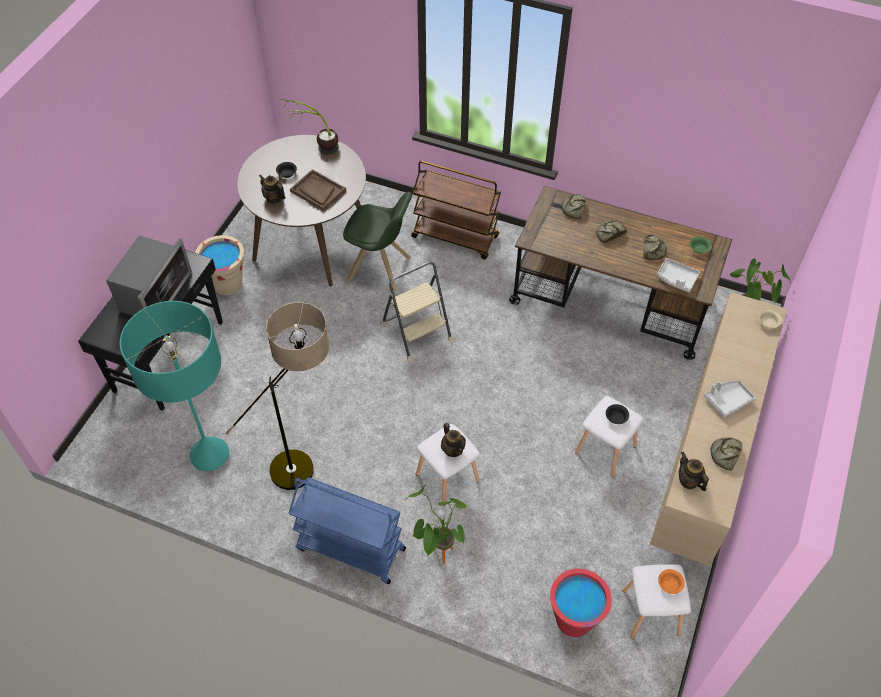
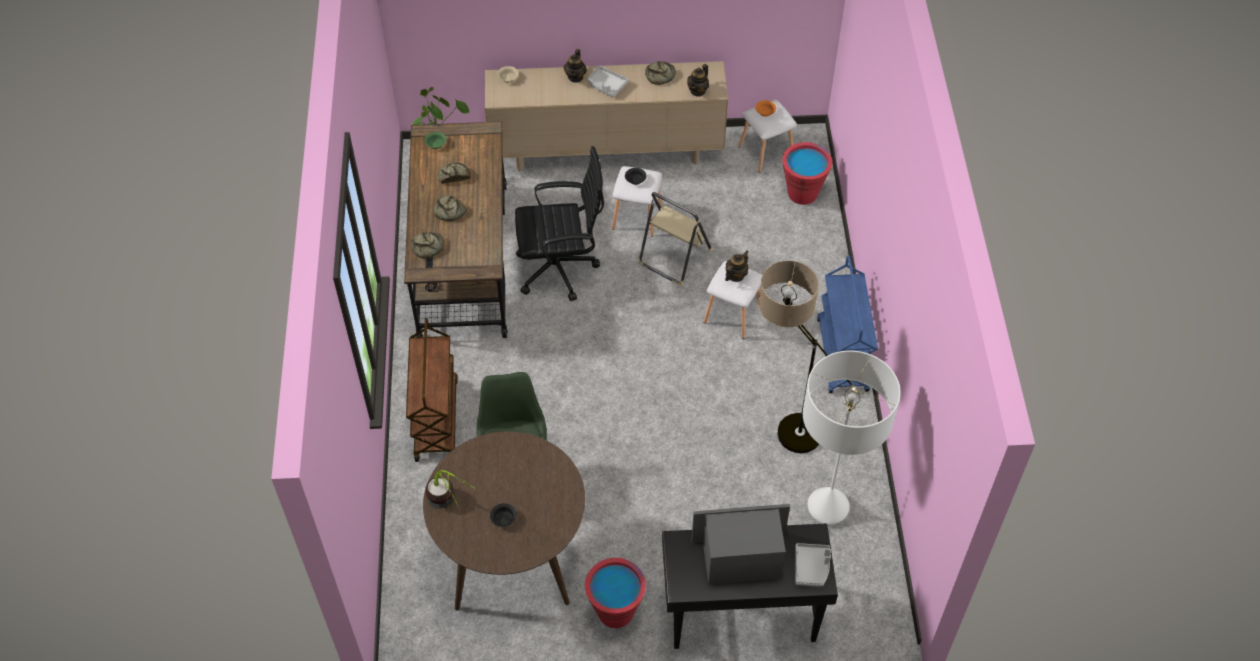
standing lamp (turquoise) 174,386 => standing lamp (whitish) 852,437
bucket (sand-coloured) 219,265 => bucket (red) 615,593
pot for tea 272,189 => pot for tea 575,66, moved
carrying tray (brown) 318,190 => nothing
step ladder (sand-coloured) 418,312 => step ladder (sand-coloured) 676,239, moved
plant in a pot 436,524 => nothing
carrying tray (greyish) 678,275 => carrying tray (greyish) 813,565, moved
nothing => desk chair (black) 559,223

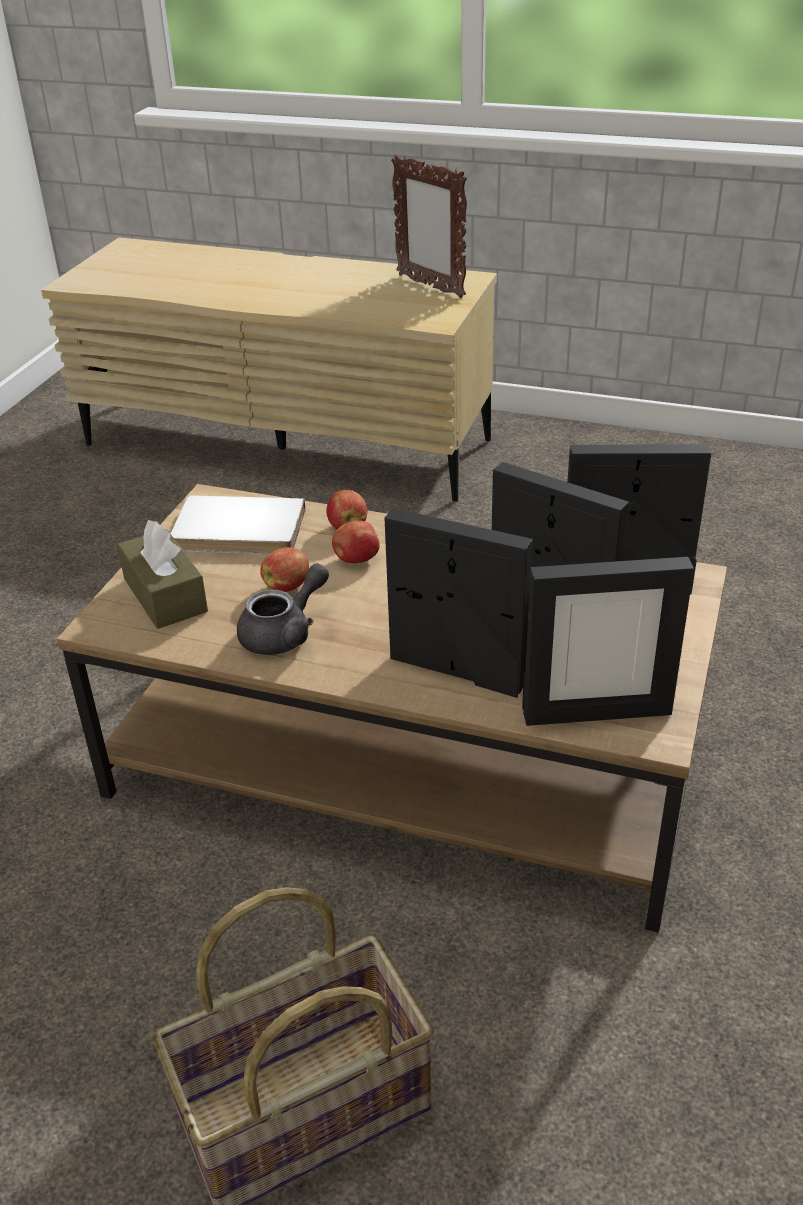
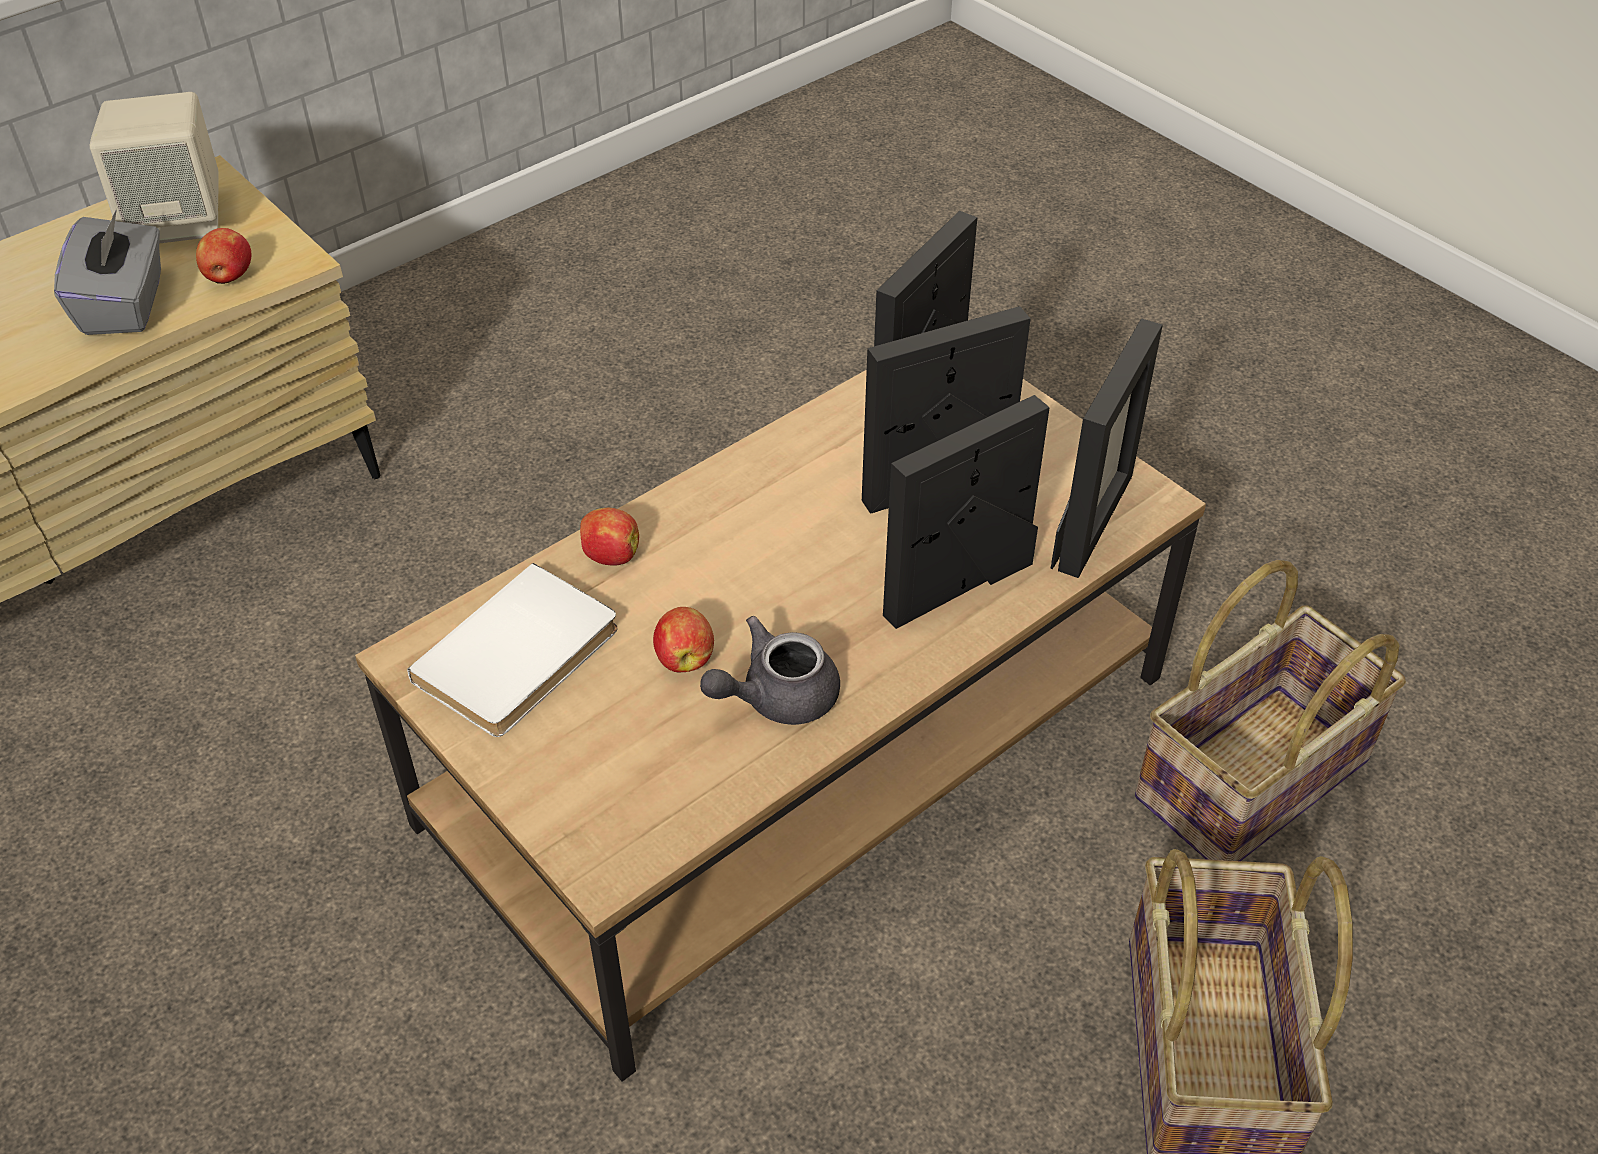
tissue box (brown) 162,574 => nothing
pot for tea (greyish) 283,609 => pot for tea (greyish) 770,670, 105 degrees counterclockwise
apple fruit 356,542 => apple fruit 224,256, moved
picture frame 429,226 => speaker (sand-coloured) 154,167
nothing => tissue box (greyish) 107,272
nothing => basket 1270,710

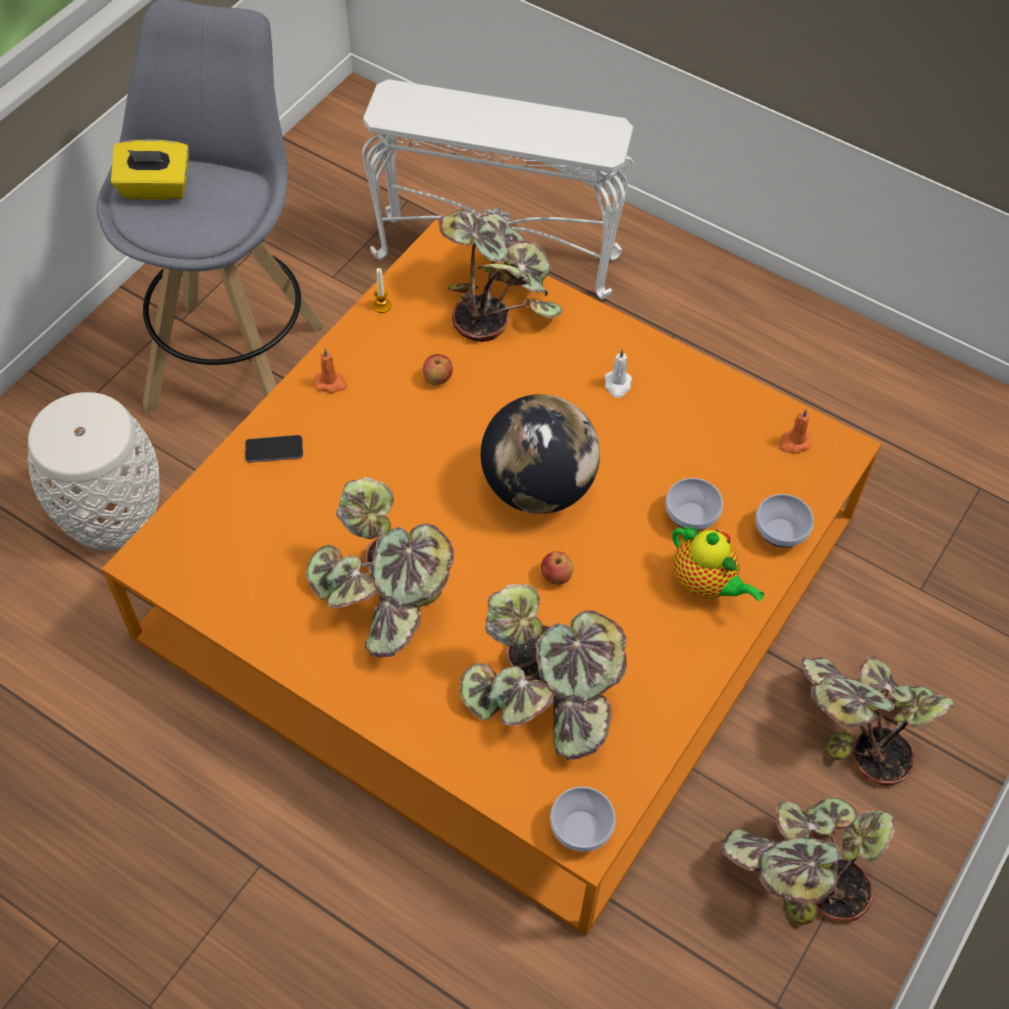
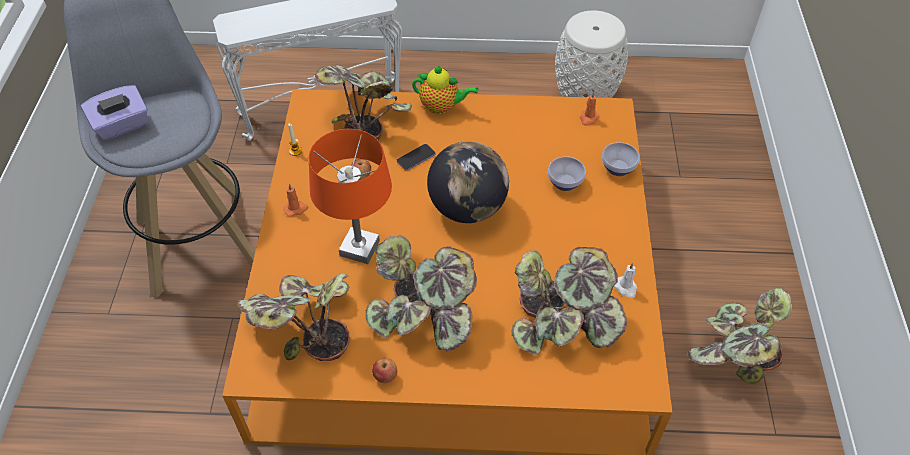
stool (whitish) 93,471 => stool (whitish) 591,54, moved
tissue box (yellowish) 150,169 => tissue box (purplish) 114,112
telephone 274,449 => telephone 416,157, moved
apple fruit 557,568 => apple fruit 385,370, moved
serving bowl 583,819 => nothing
candle (whitish) 618,373 => candle (whitish) 625,280, moved
pot for tea 718,563 => pot for tea 445,90, moved
plant in a pot 878,721 => plant in a pot 293,317, moved
nothing => tabletop lamp (orangey) 350,196

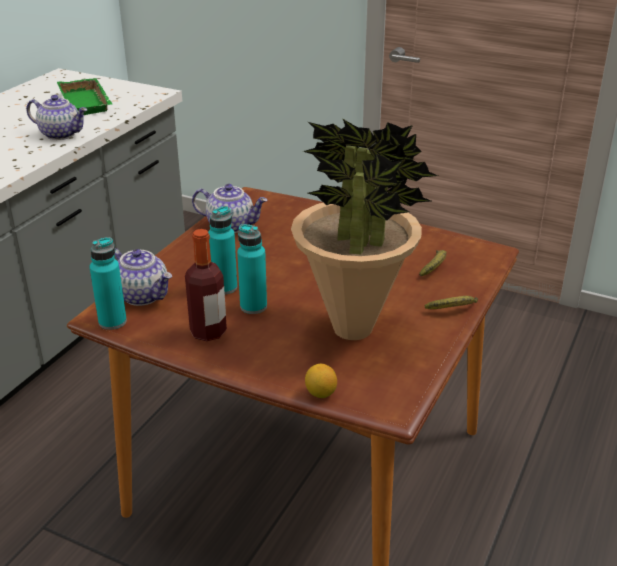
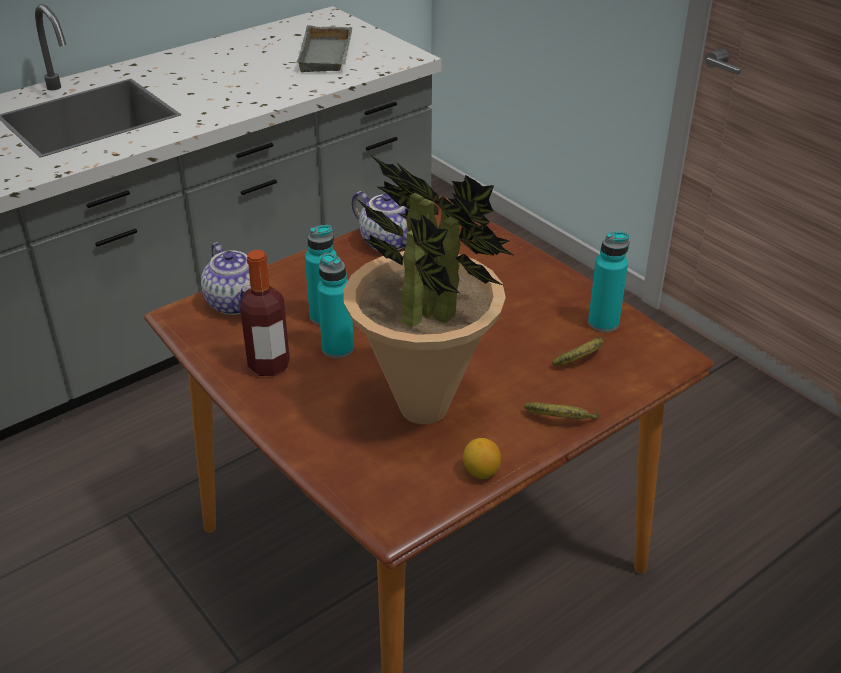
pot for tea 56,117 => nothing
carrying tray (green) 84,96 => carrying tray (greyish) 324,48
beverage bottle (turquoise) 108,283 => beverage bottle (turquoise) 608,282, moved
citrus fruit 321,381 => citrus fruit 482,458, moved

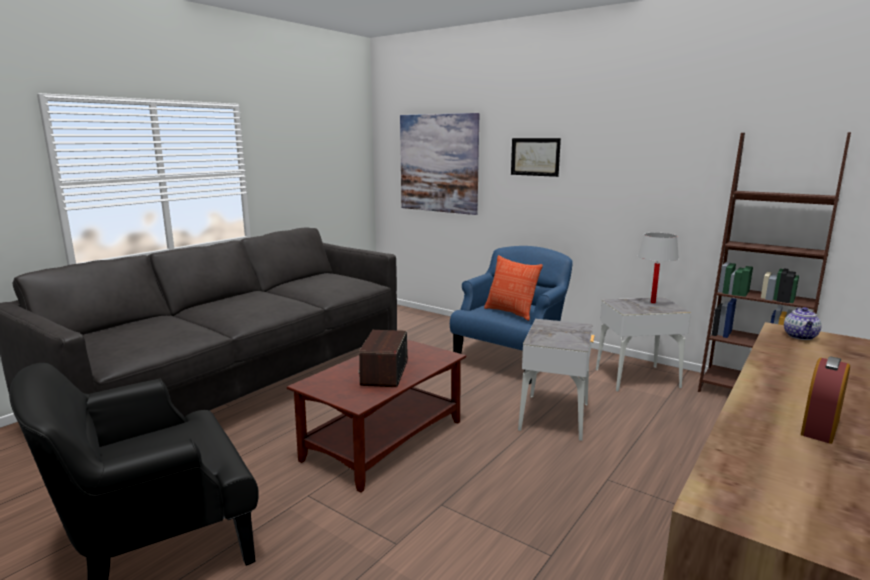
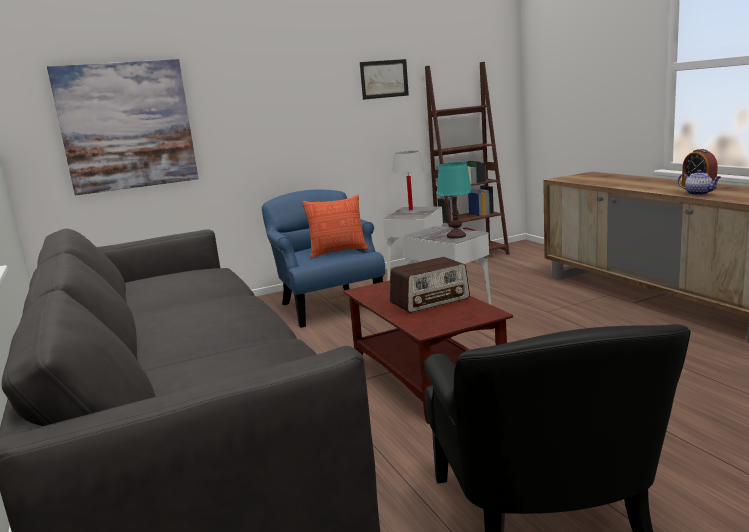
radio set 383,358 => radio set 430,285, 60 degrees counterclockwise
wall art 536,157 => wall art 384,79, moved
pot for tea 803,323 => pot for tea 699,182, moved
nothing => tabletop lamp (turquoise) 454,200

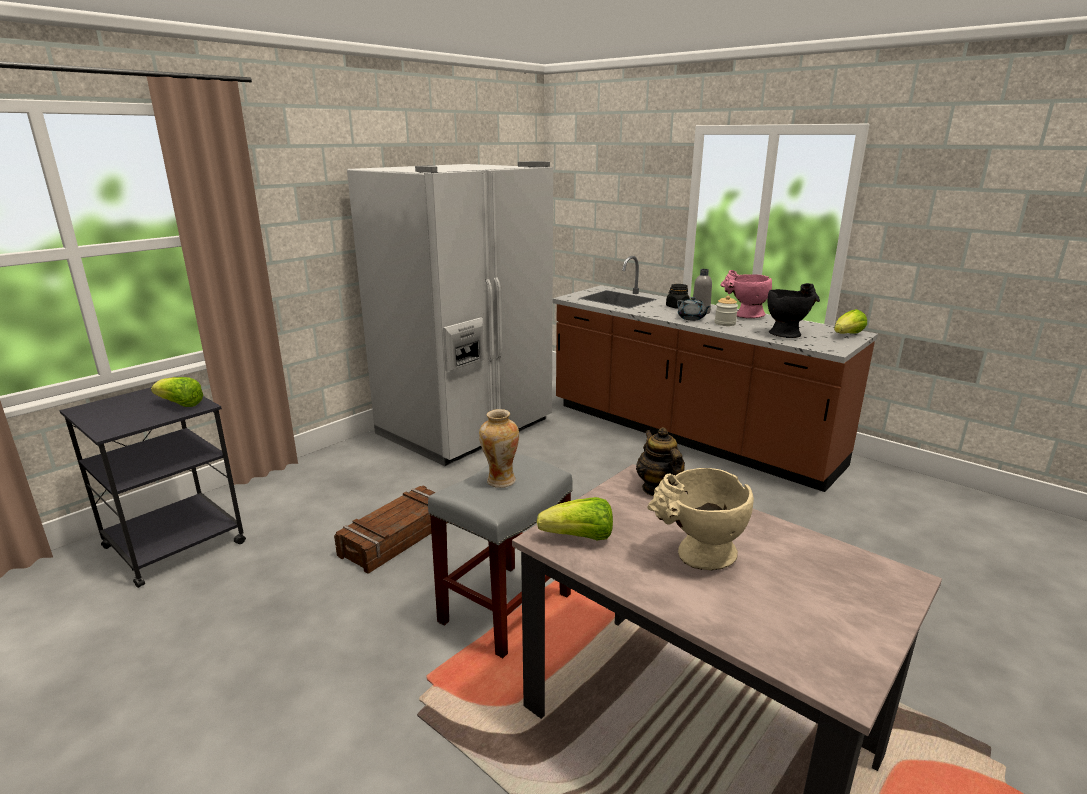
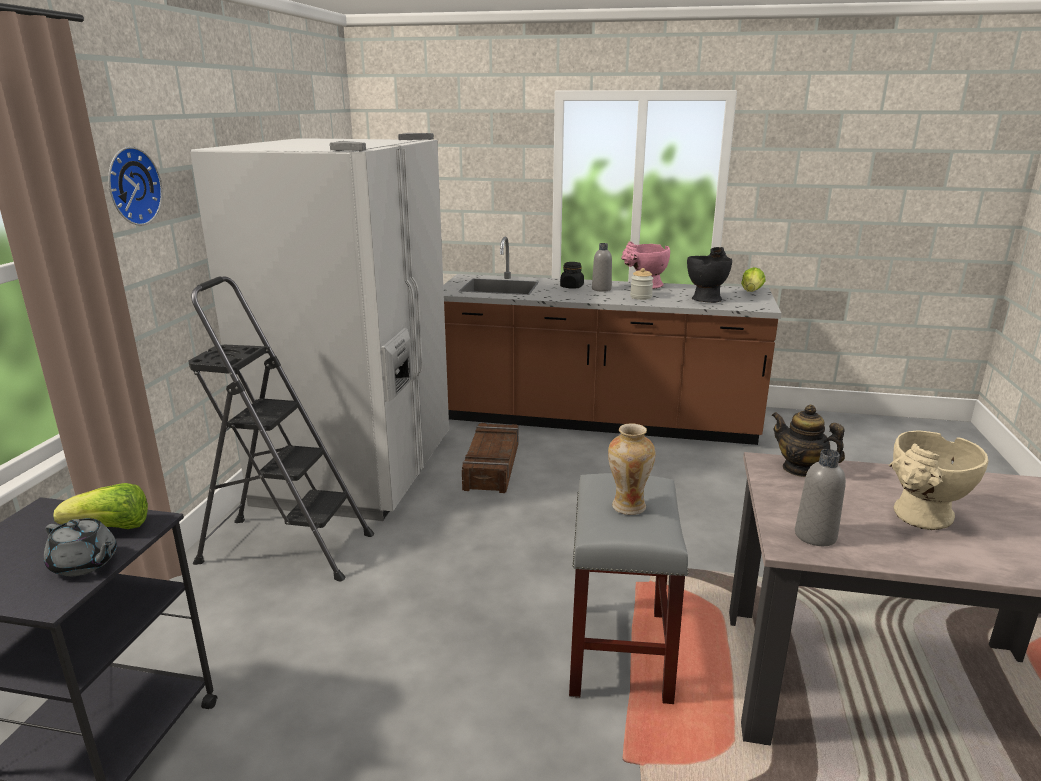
crate 391,530 => crate 490,458, moved
lettuce head 575,518 => beverage bottle (greyish) 820,497
pot for tea (greyish) 694,308 => pot for tea (greyish) 80,547, moved
nothing => clock on the wall 135,186
nothing => step ladder 281,428

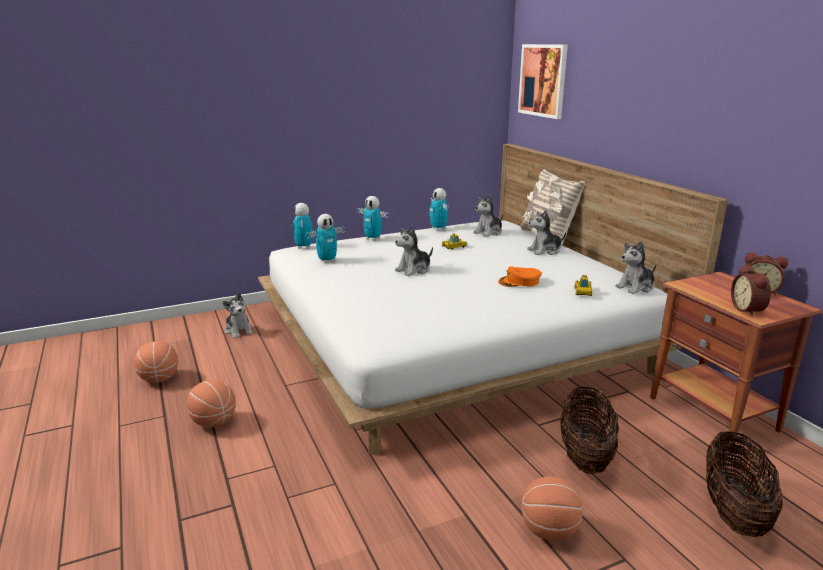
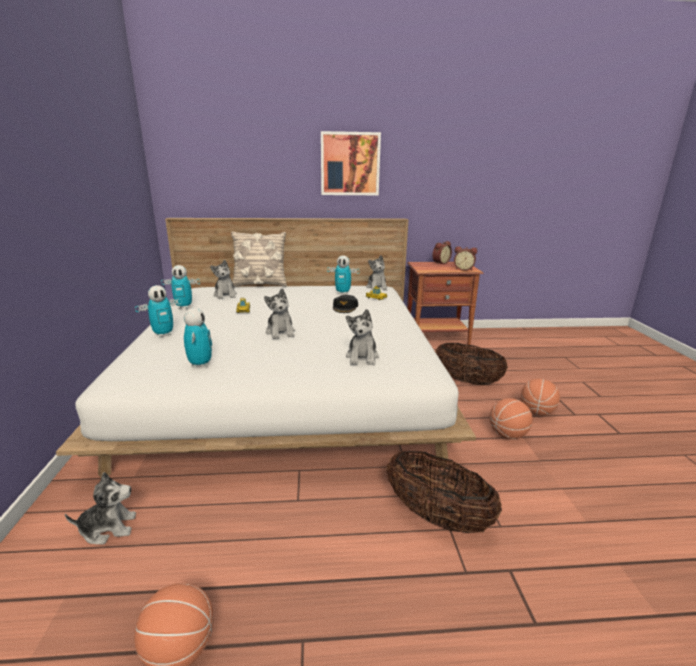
basketball ball 211,403 => basketball ball 511,418, moved
model robot 303,226 => model robot 343,275, moved
baseball cap (orangey) 520,276 => baseball cap (black) 345,304
wall art 543,81 => wall art 351,163, moved
soft toy 546,232 => soft toy 362,337, moved
basket 744,484 => basket 444,491, moved

